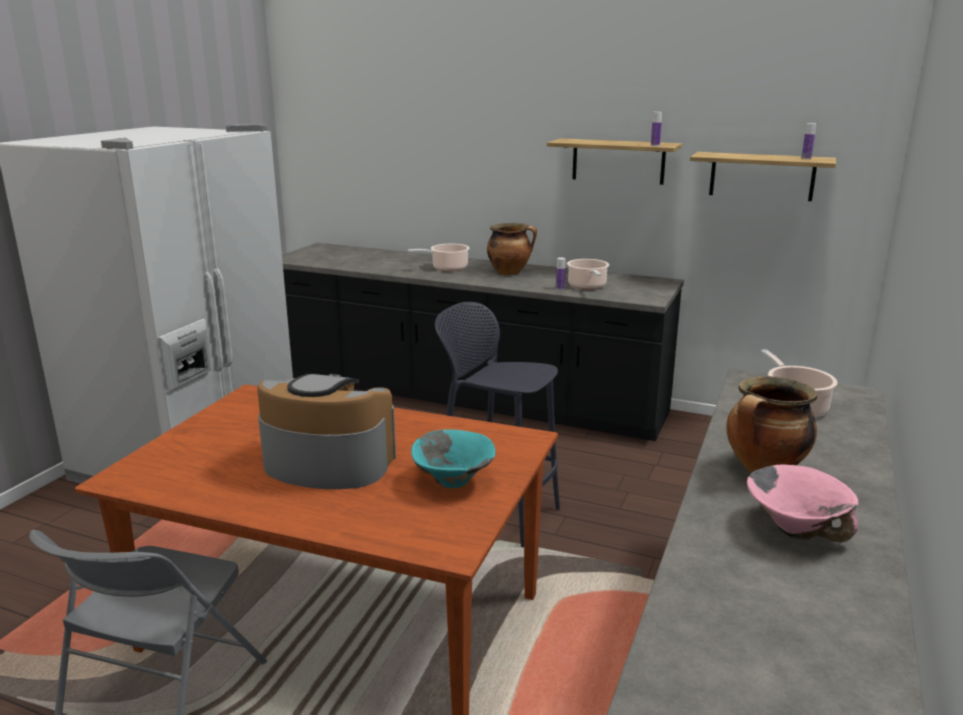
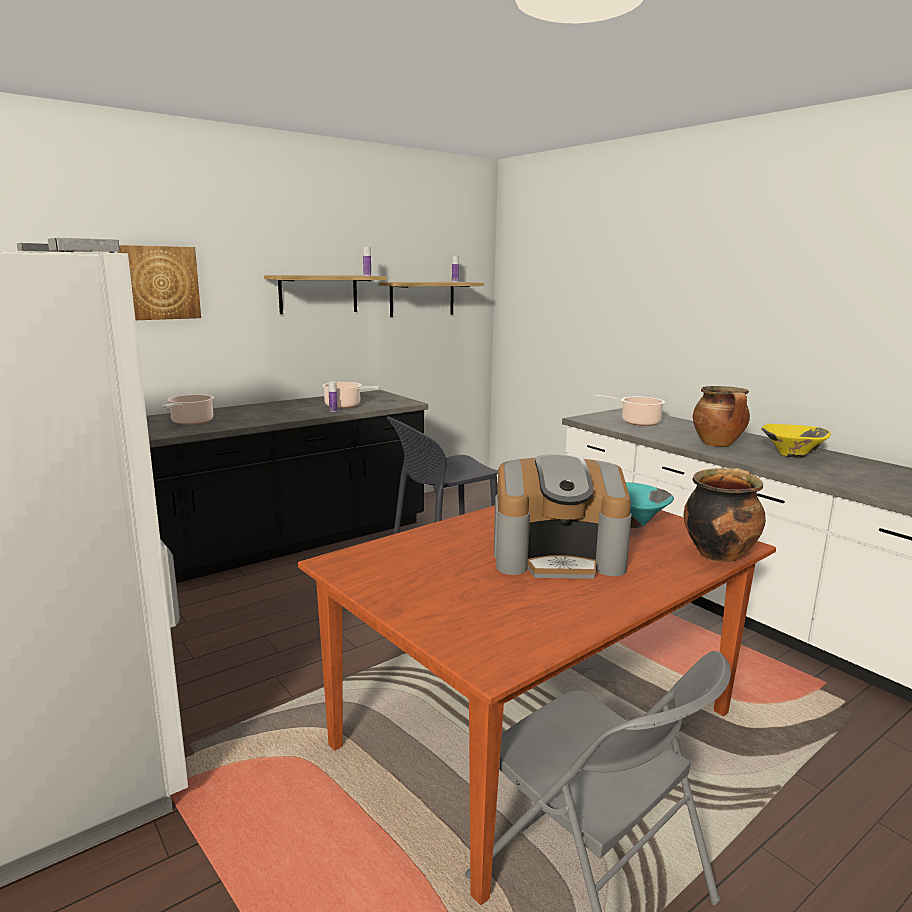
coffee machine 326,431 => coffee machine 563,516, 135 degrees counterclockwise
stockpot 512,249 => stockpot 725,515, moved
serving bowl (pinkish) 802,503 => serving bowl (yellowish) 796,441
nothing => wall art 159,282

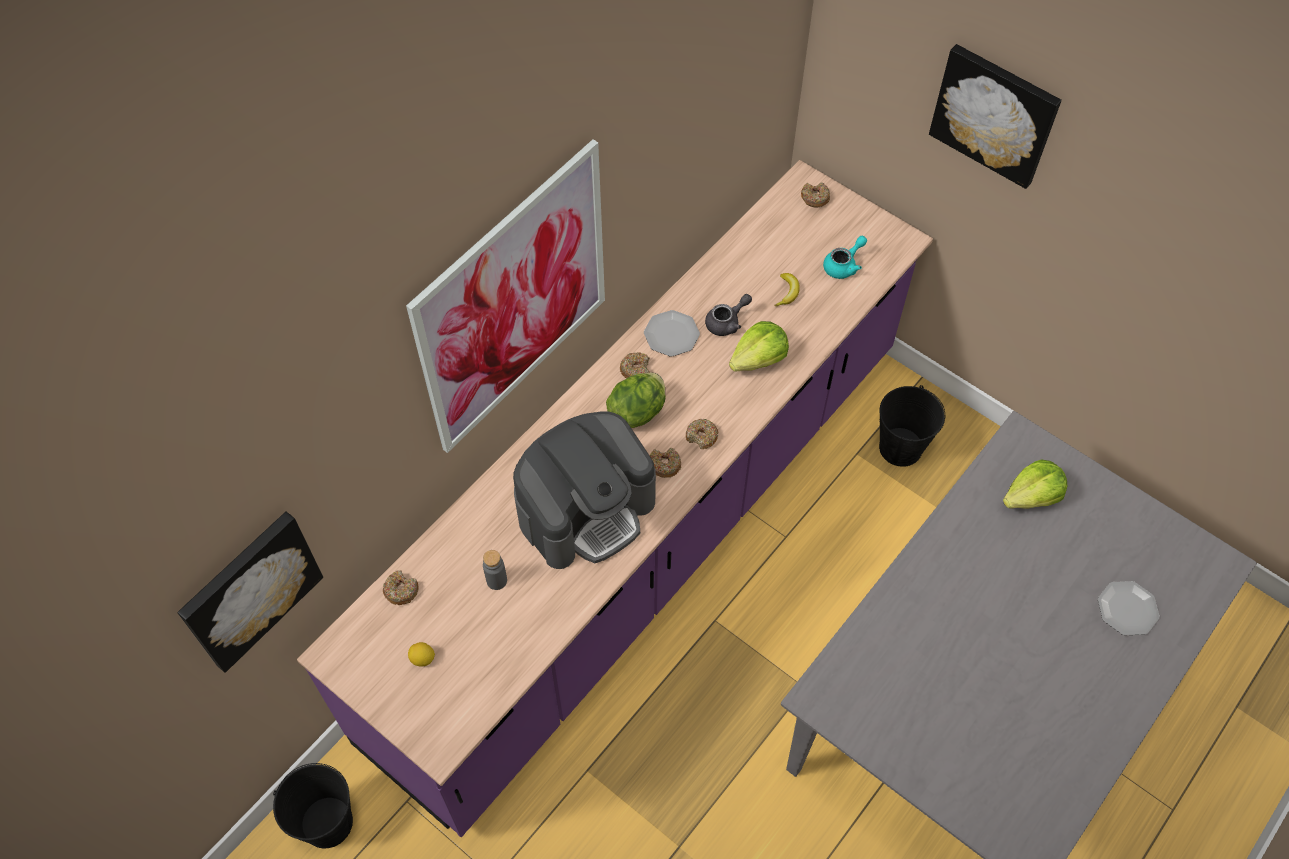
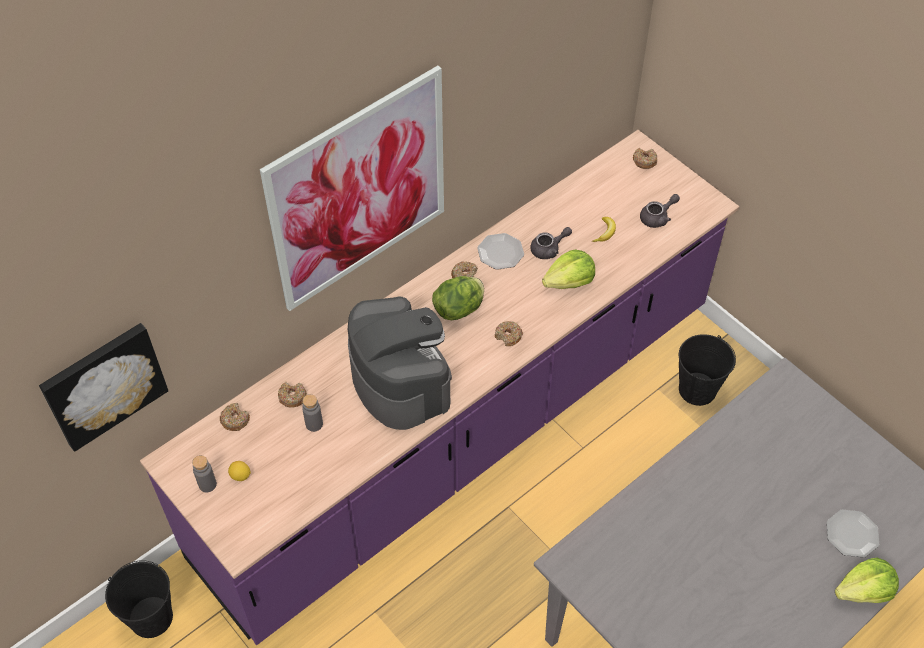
coffee machine 584,490 => coffee machine 400,363, 90 degrees counterclockwise
donut 665,463 => donut 292,395, moved
pot for tea (turquoise) 845,257 => pot for tea (greyish) 660,211
wall art 995,116 => nothing
lettuce head 1035,484 => lettuce head 867,580, moved
nothing => beverage bottle (greyish) 204,473

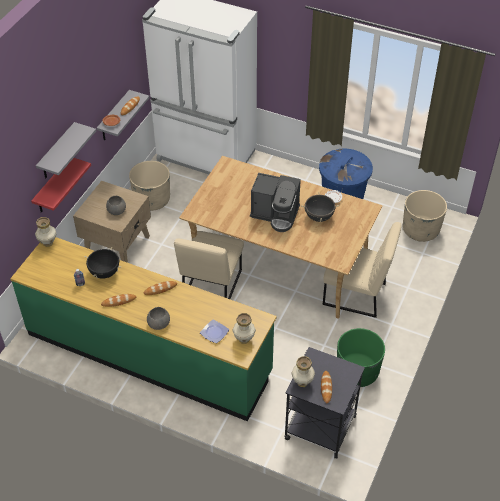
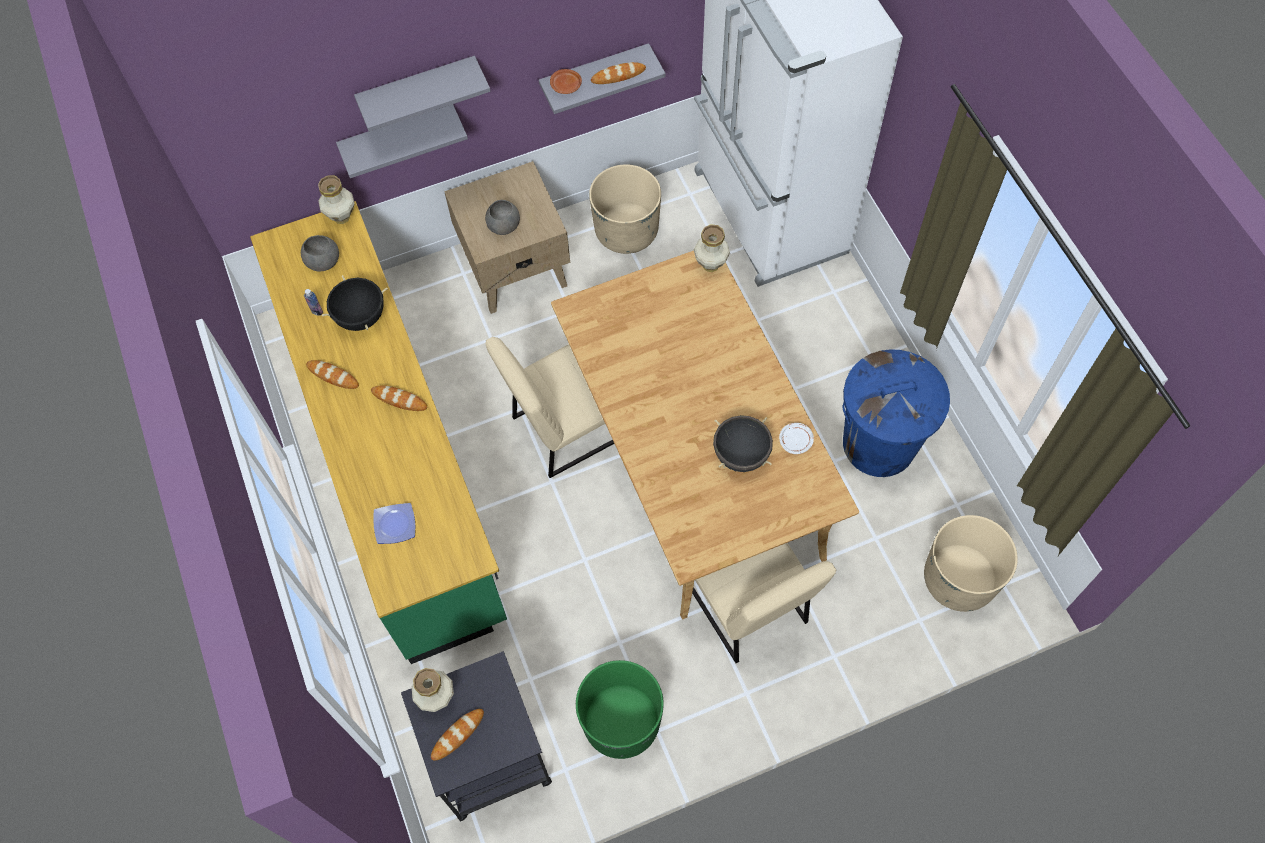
wall shelf (red) 61,185 => wall shelf (greyish) 402,141
serving bowl (greyish) 158,318 => serving bowl (greyish) 320,253, moved
decorative vase 244,328 => decorative vase 712,248, moved
coffee machine 275,202 => nothing

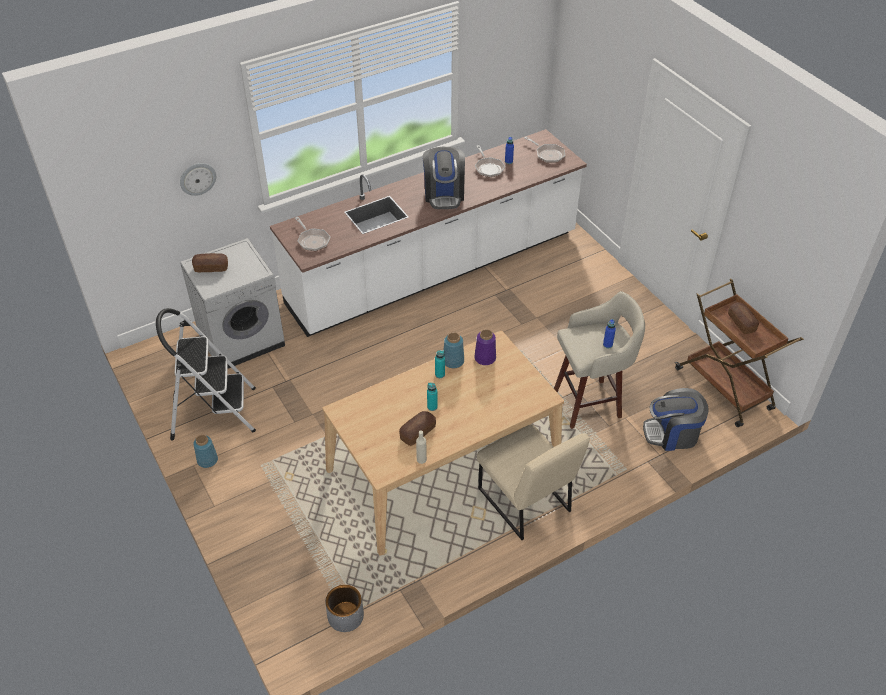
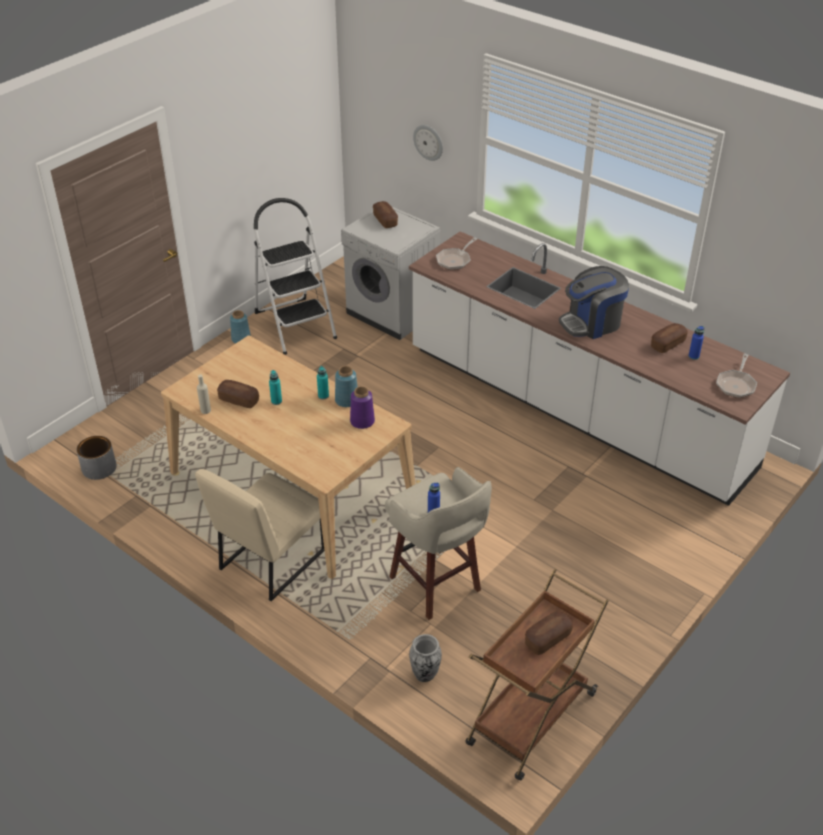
skillet 490,161 => bread 669,338
coffee machine 676,419 => decorative vase 425,658

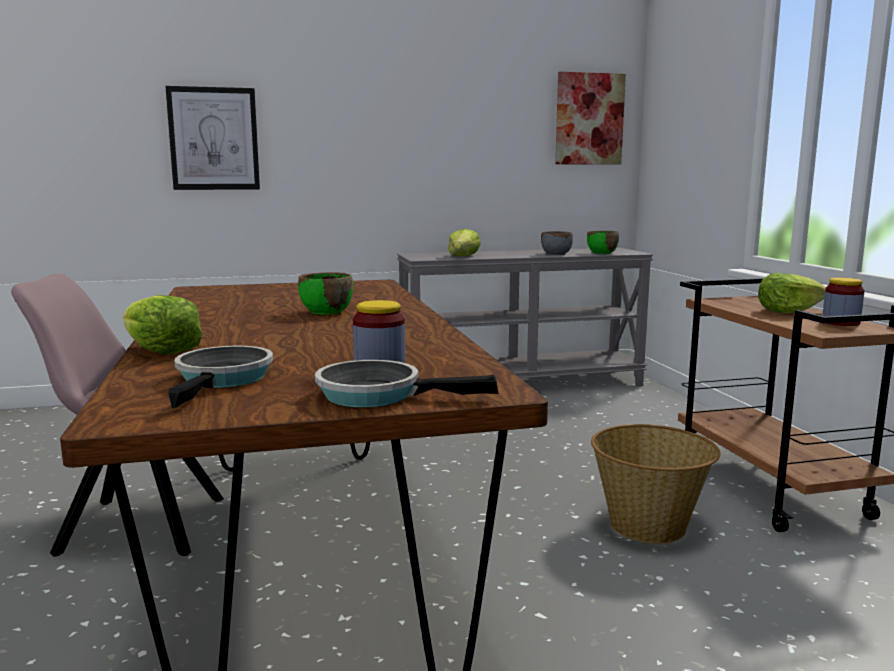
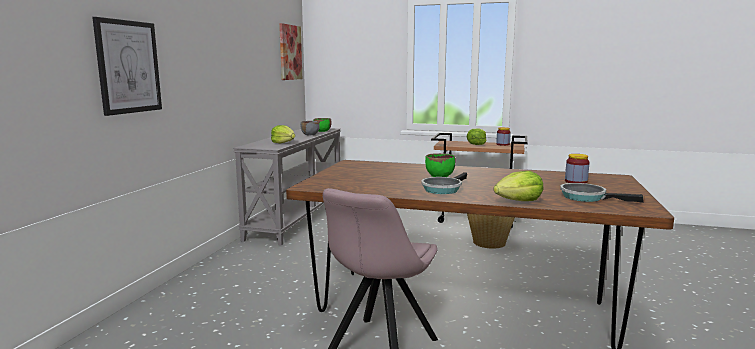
skillet 406,384 => skillet 444,183, moved

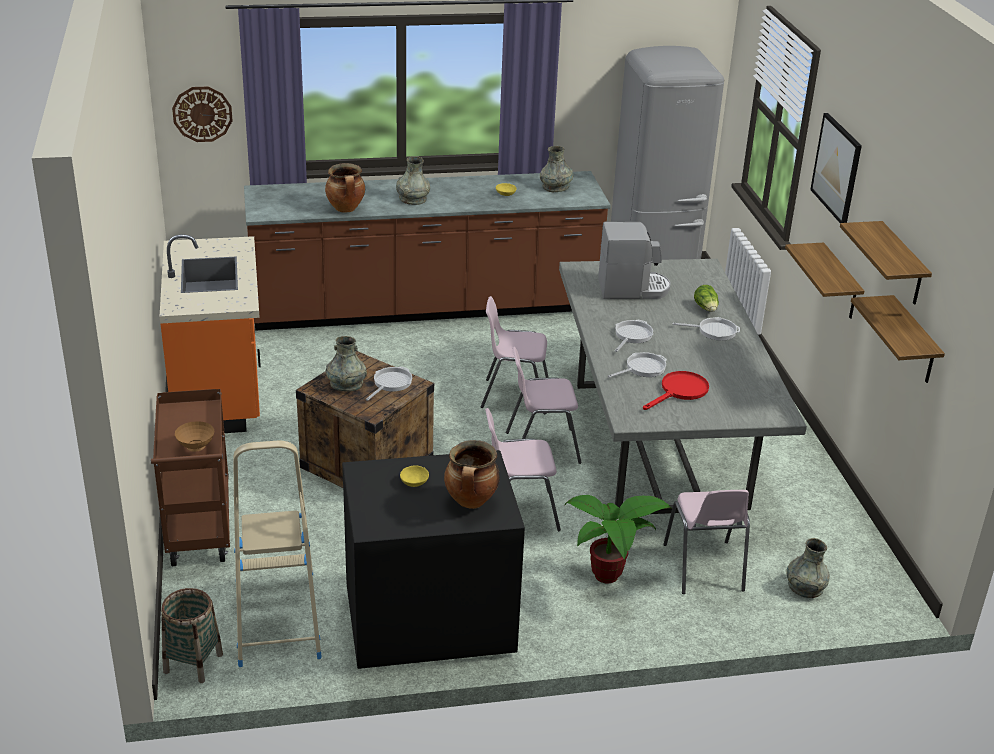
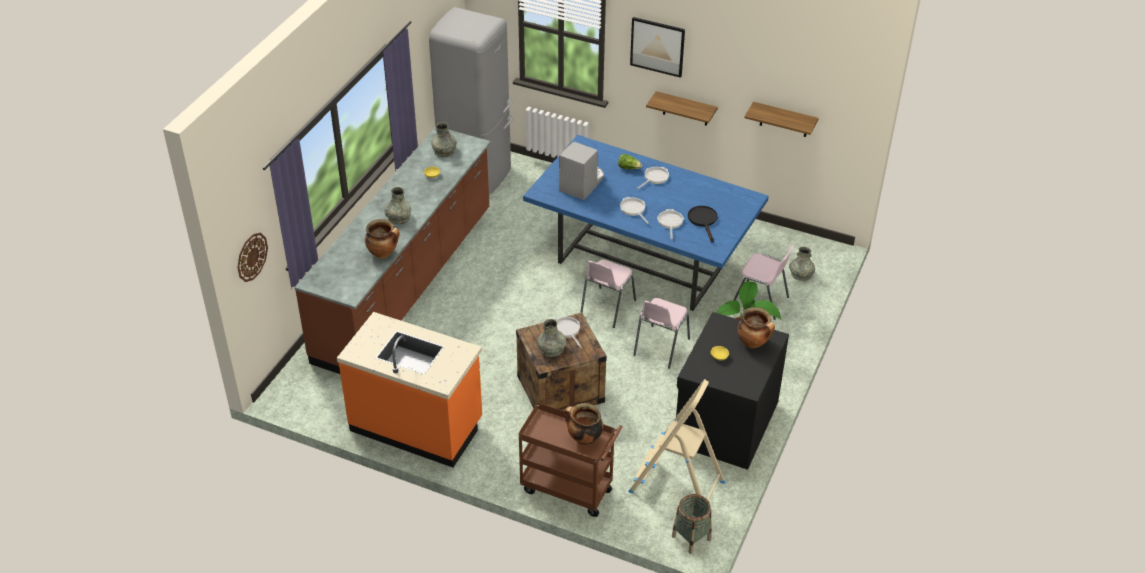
serving bowl (brown) 194,436 => stockpot 583,424
chair (pinkish) 515,355 => nothing
dining table (greyish) 683,386 => dining table (bluish) 646,223
skillet (red) 676,390 => skillet (black) 703,224
wall shelf 886,263 => nothing

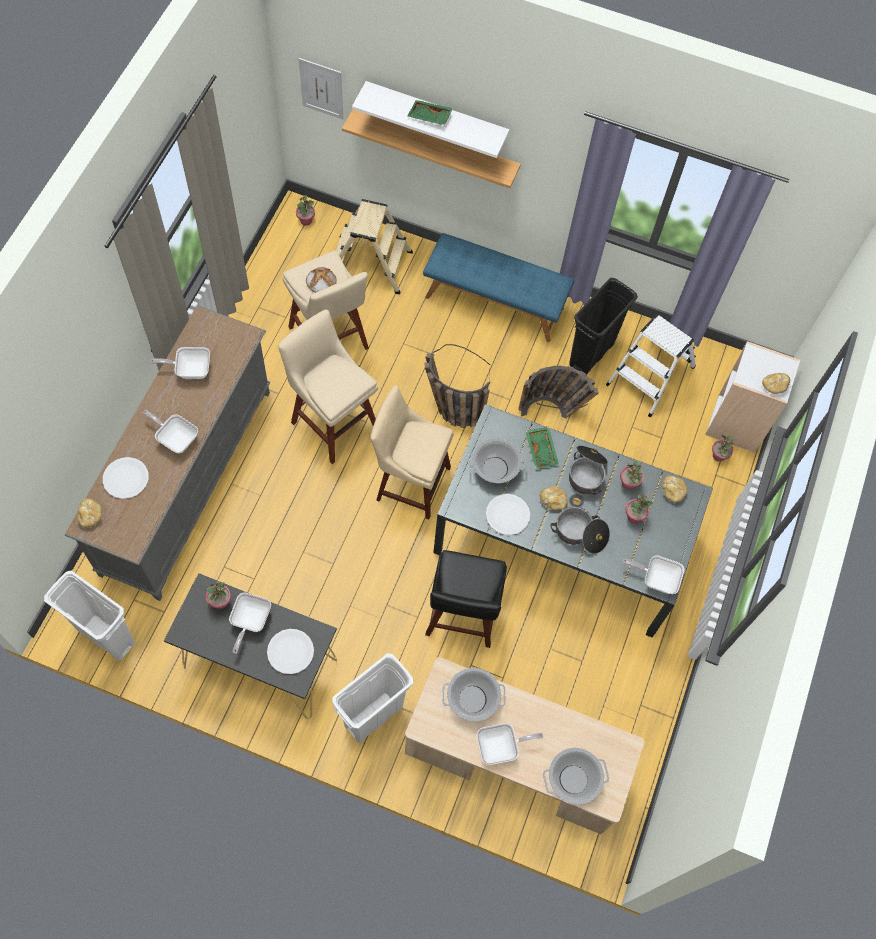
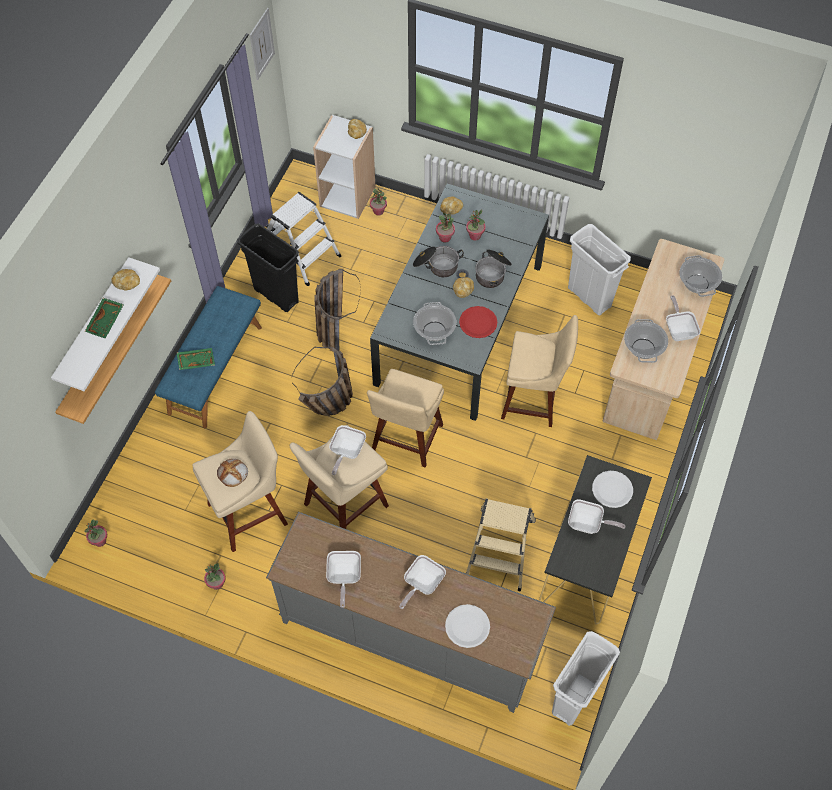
bread 89,512 => bread 126,280, moved
plant in a pot 218,595 => plant in a pot 215,576, moved
wall art 321,88 => wall art 262,44, moved
trash can (whitish) 372,698 => trash can (whitish) 599,269, moved
step ladder (sand-coloured) 374,246 => step ladder (sand-coloured) 501,545, moved
chair (black) 466,599 => chair (sand-coloured) 539,371
flat dish (whitish) 508,514 => flat dish (red) 478,322
carrying tray (green) 542,448 => carrying tray (green) 195,359, moved
skillet 653,574 => skillet 347,450, moved

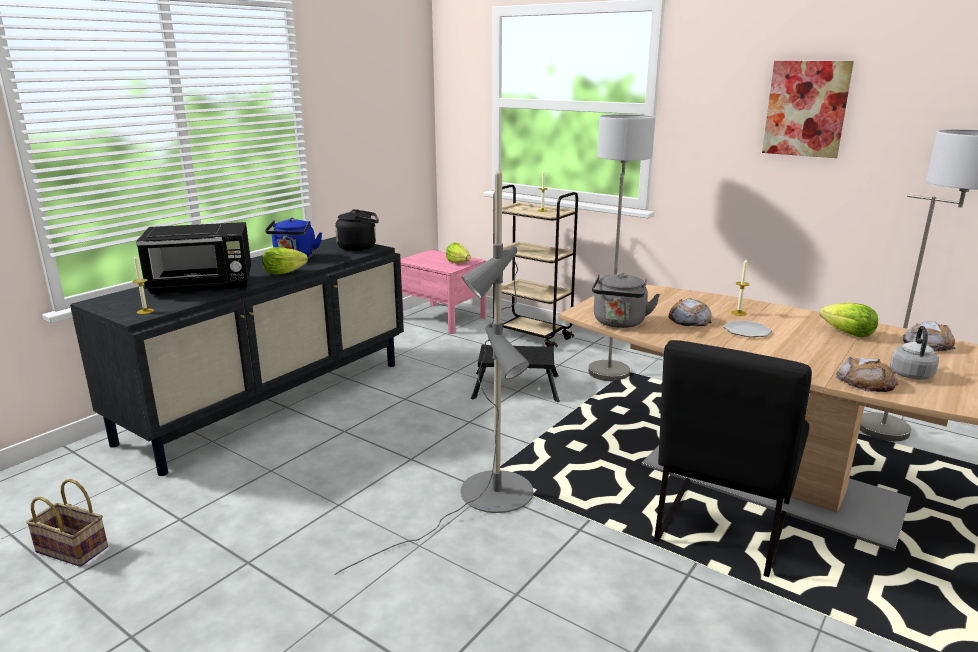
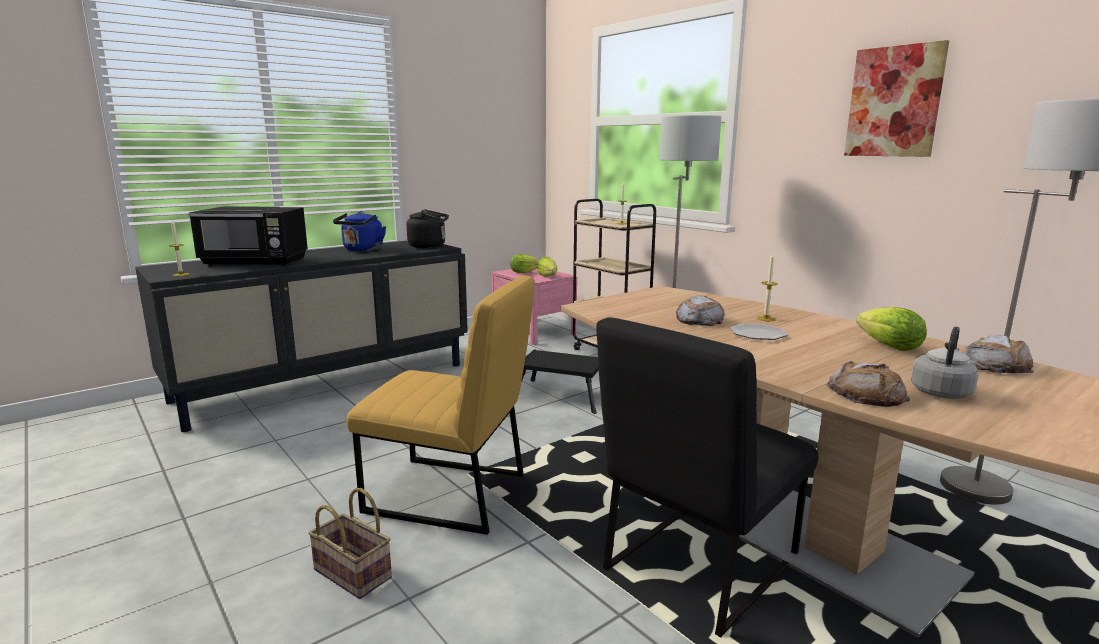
basket 67,523 => basket 350,543, moved
lettuce head 285,260 => lettuce head 525,263, moved
standing lamp (greyish) 434,373 => chair (yellowish) 441,405
kettle (greyish) 626,300 => nothing

